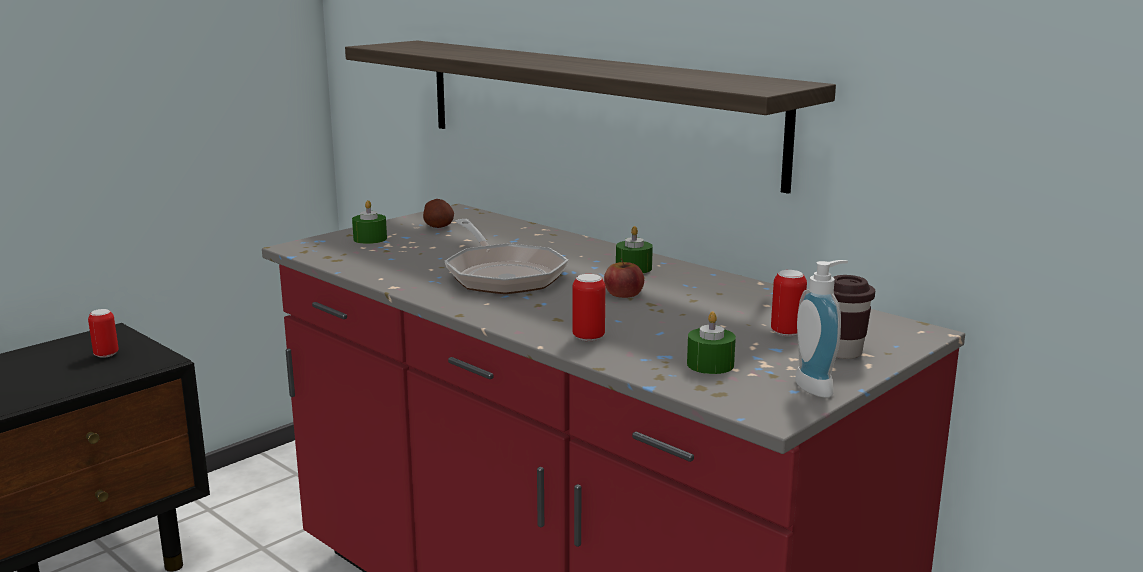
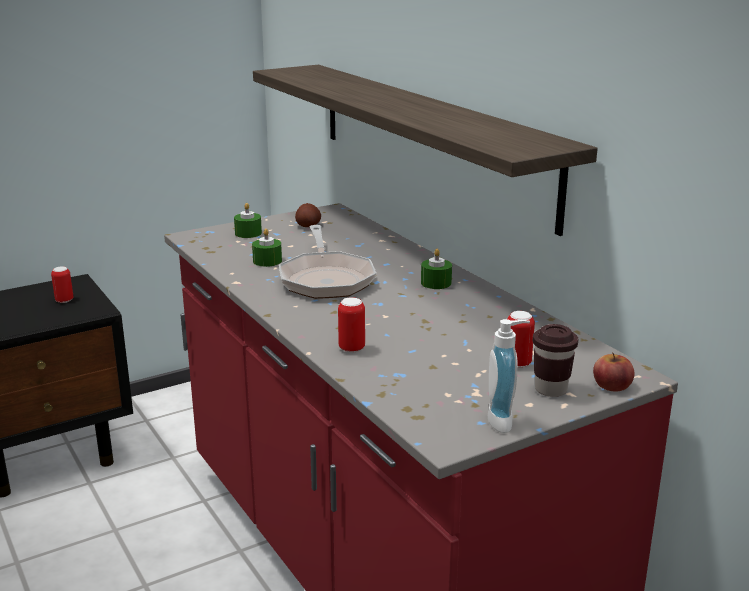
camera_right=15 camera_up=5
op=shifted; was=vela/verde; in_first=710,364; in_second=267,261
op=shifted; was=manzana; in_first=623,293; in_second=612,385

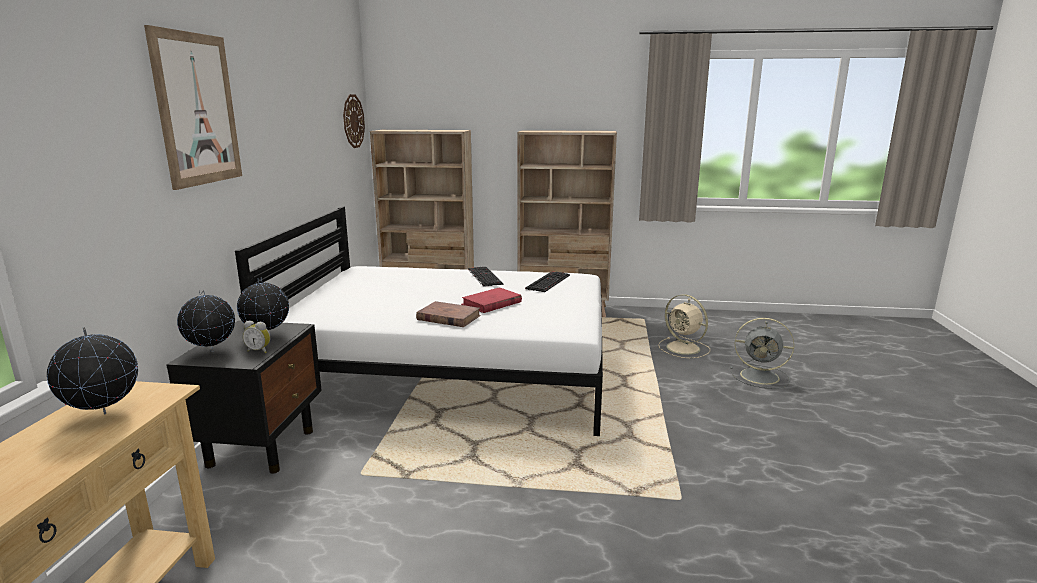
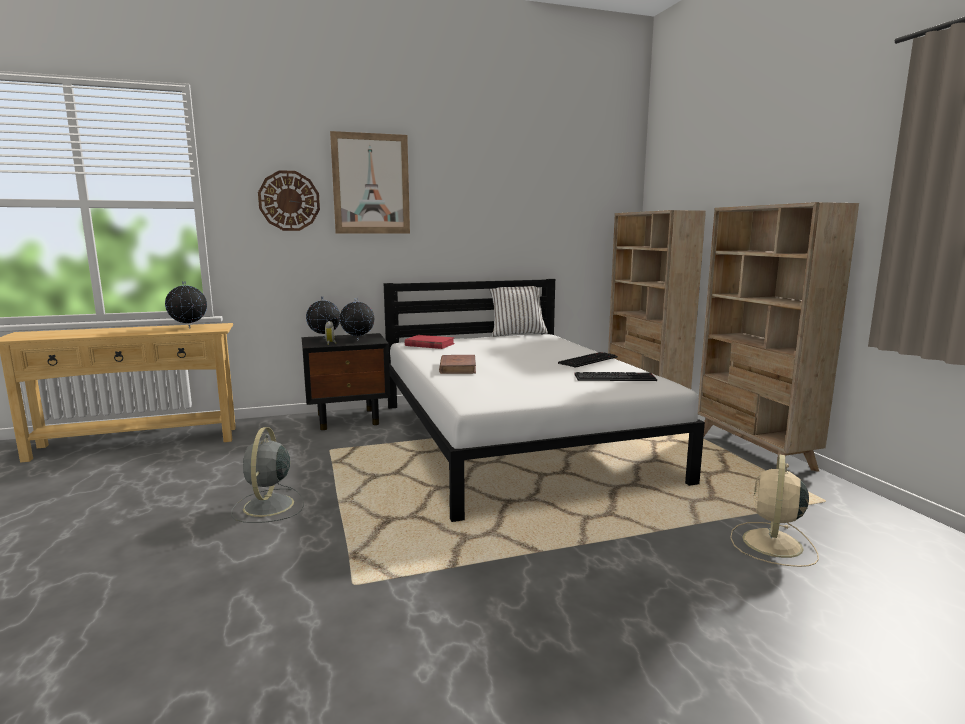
camera_right=65 camera_up=-5
op=shifted; was=ventilador/gris; in_first=761,376; in_second=268,507
op=shifted; was=reloj de pared; in_first=353,121; in_second=289,201
op=shifted; was=libro/rojo; in_first=491,303; in_second=429,345
op=new; now=cojín/blanco; in_second=517,334

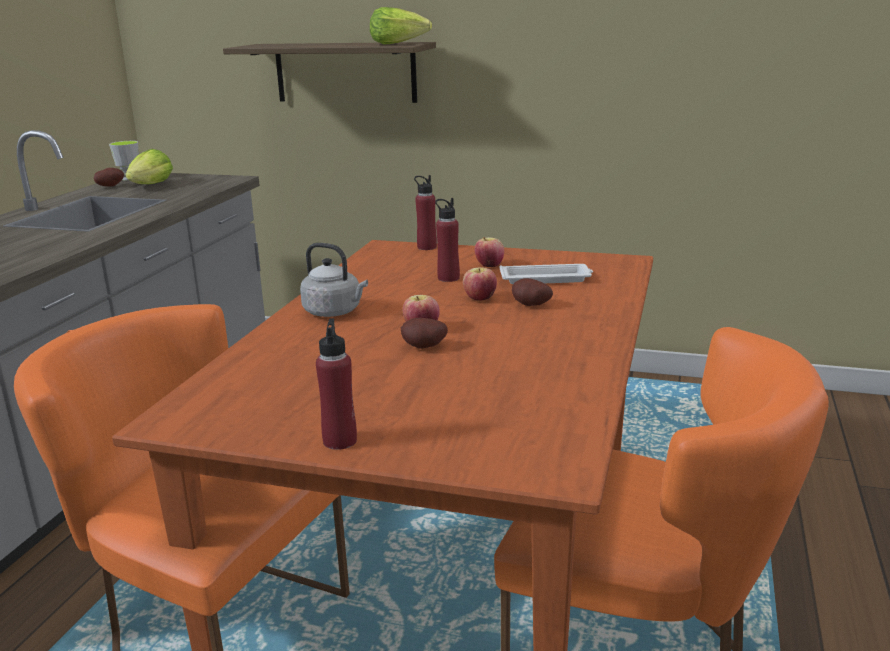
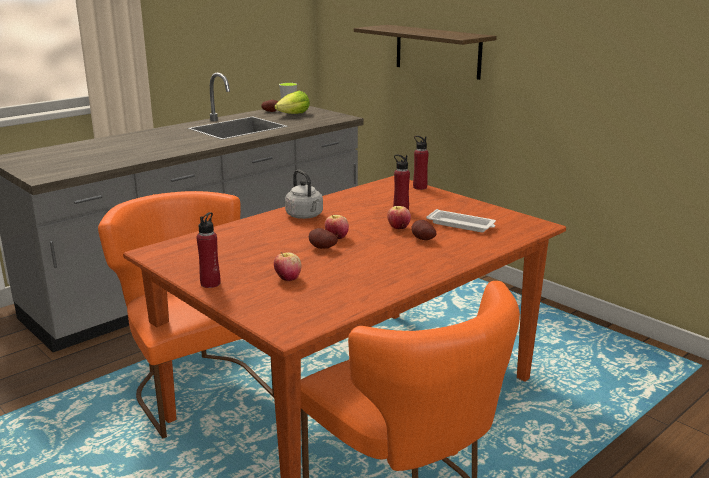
camera_right=30 camera_up=0
op=shifted; was=manzana; in_first=489,266; in_second=288,278
op=gone; was=lechuga; in_first=399,44

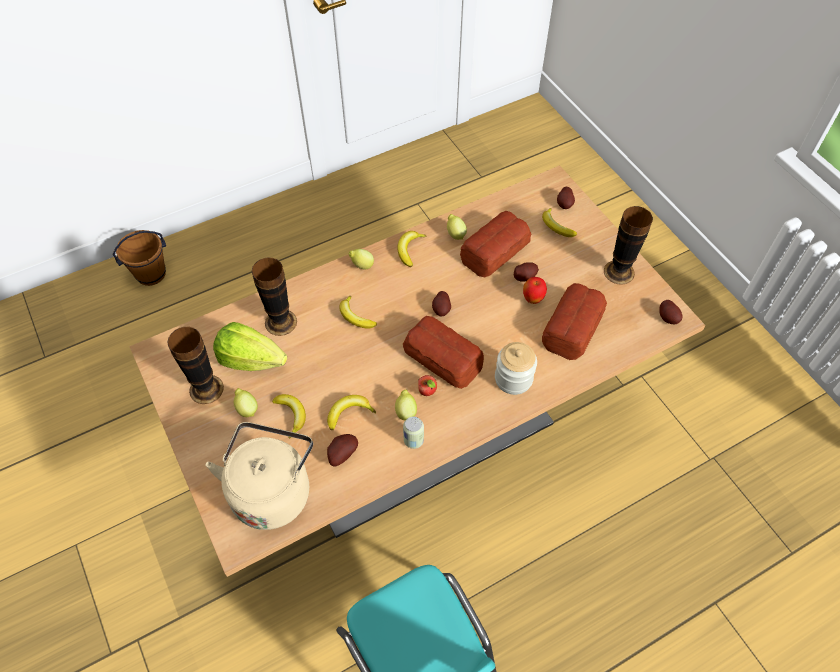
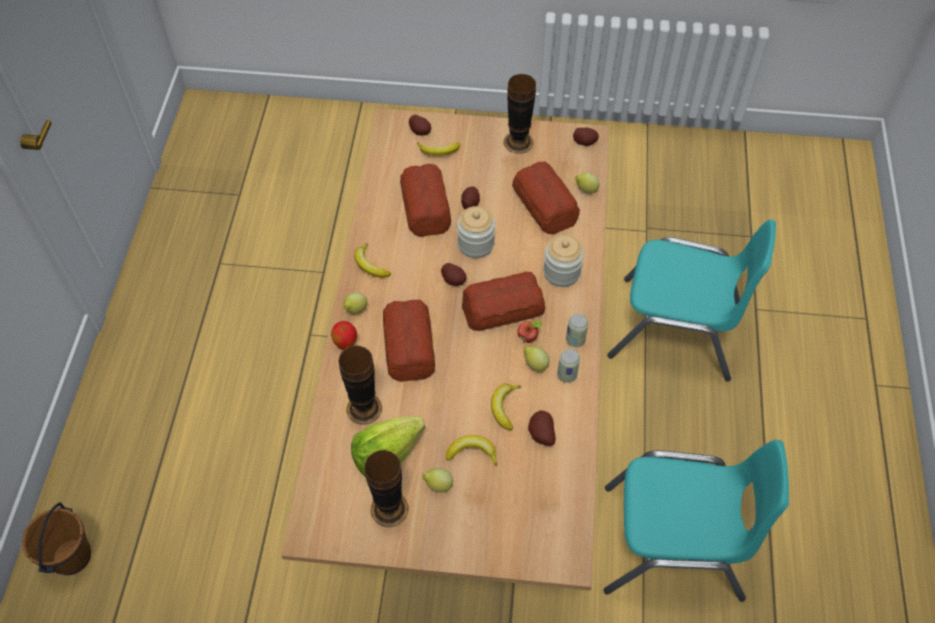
camera_right=-55 camera_up=0
op=shifted; was=manzana; in_first=532,299; in_second=346,344
op=swapped; was=plátano; now=pan; in_first=355,317; in_second=408,346
op=new; now=tarro; in_second=475,244
op=new; now=lata; in_second=575,340
op=shifted; was=limón; in_first=455,234; in_second=585,190
op=new; now=silla/turquesa; in_second=676,330
op=gone; was=hervidor/beis; in_first=272,490

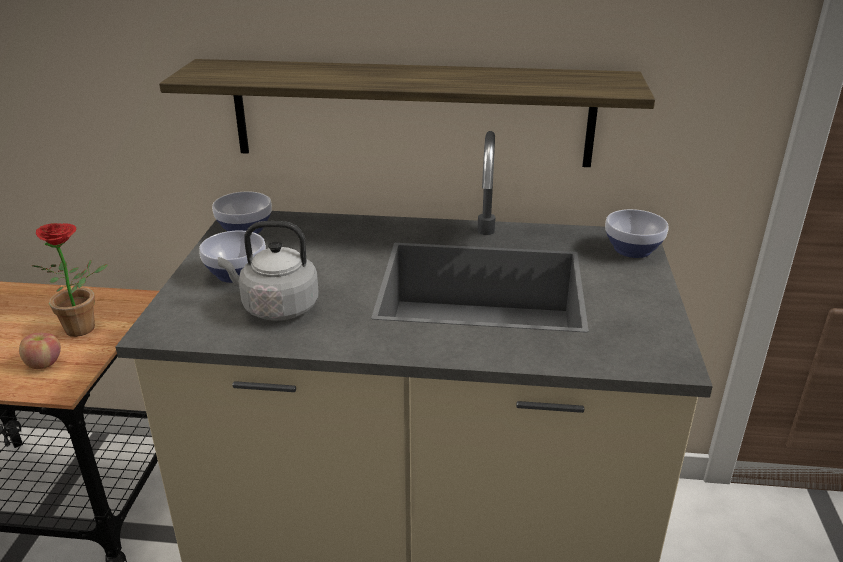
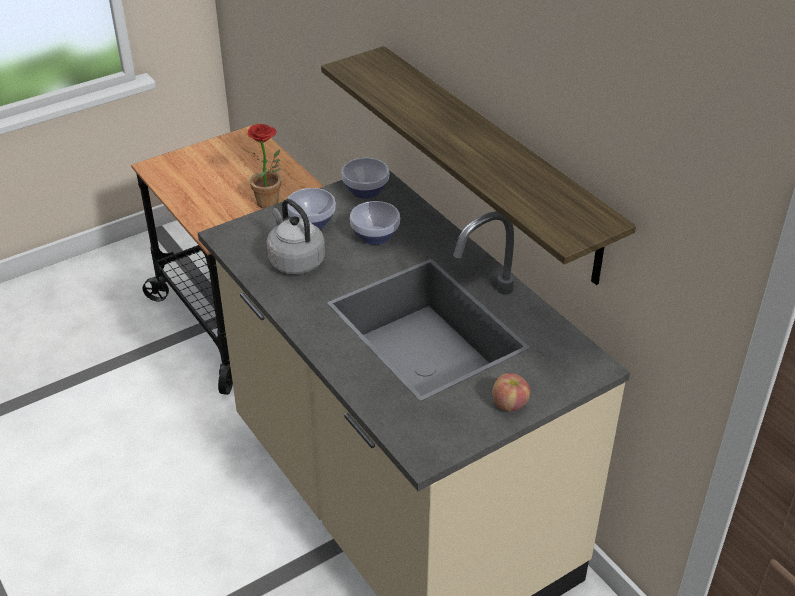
camera_right=50 camera_up=10
op=shifted; was=cuenco; in_first=633,249; in_second=376,236
op=shifted; was=manzana; in_first=44,364; in_second=509,404

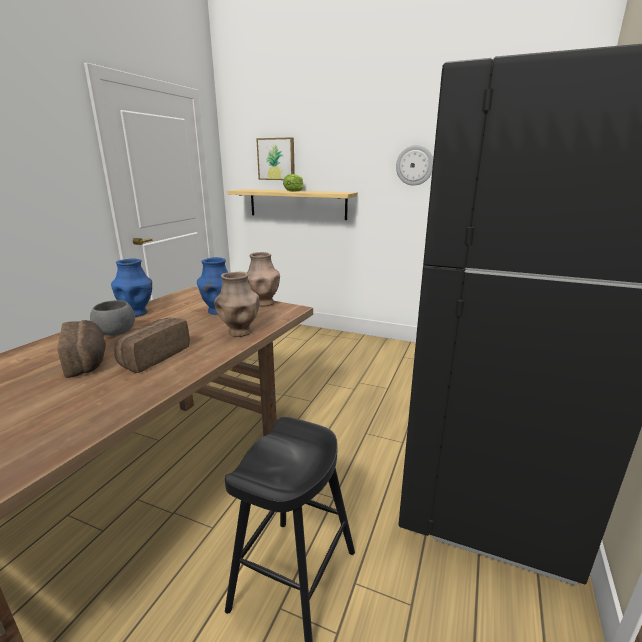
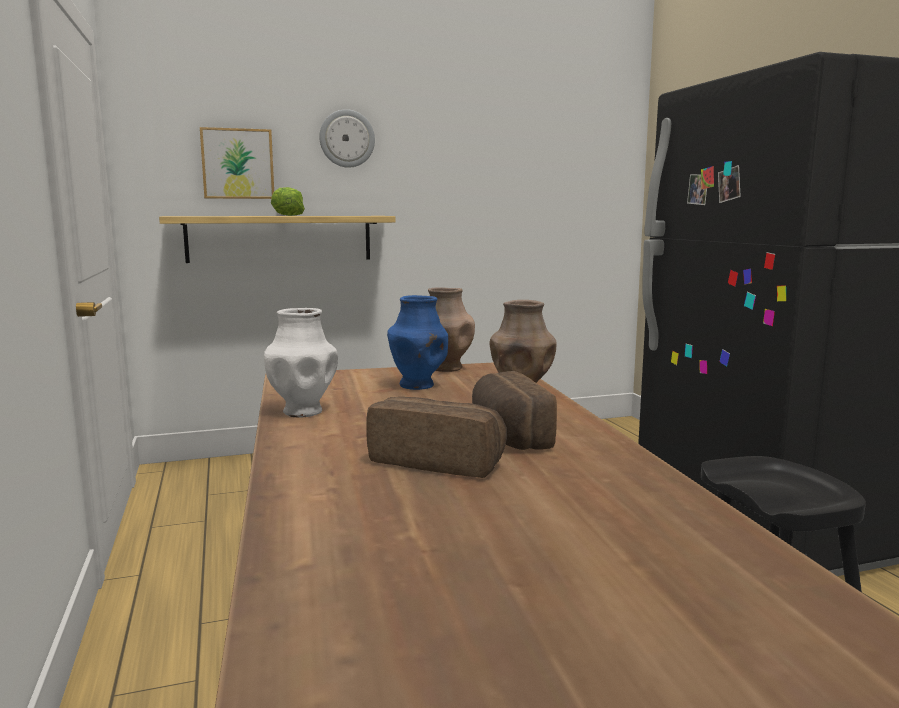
camera_right=-40 camera_up=-10
op=repainted; was=florero/azul; now=florero/blanco; in_first=137,313; in_second=303,411
op=shifted; was=reloj de pared; in_first=414,165; in_second=347,138
op=gone; was=cuenco/gris; in_first=115,333

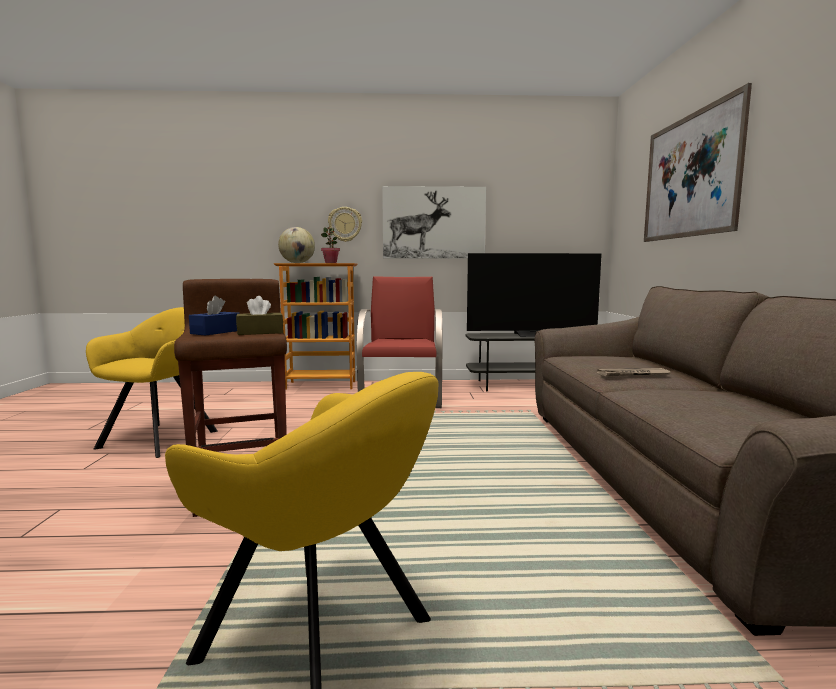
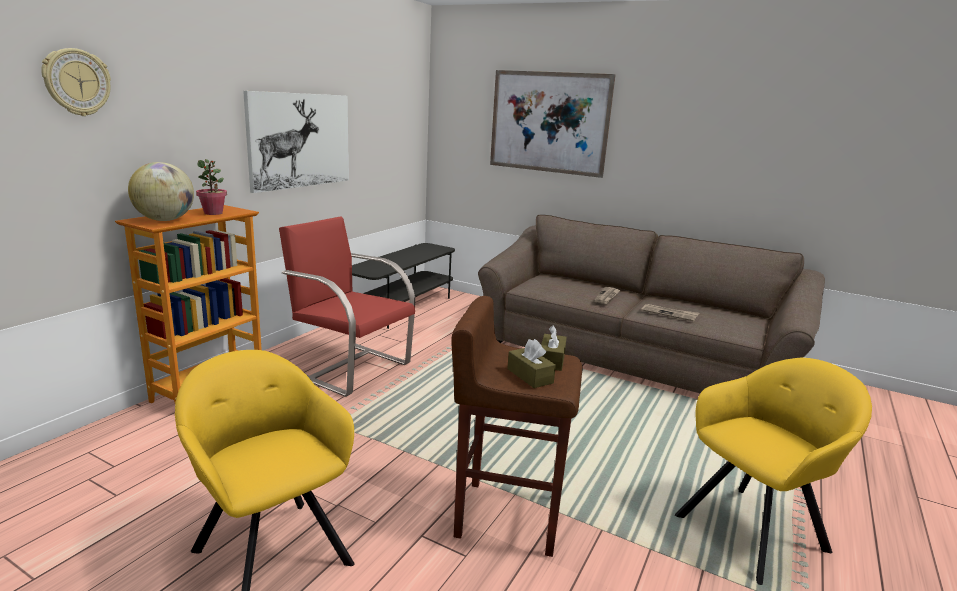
camera_right=-60 camera_up=10
op=shifted; was=reloj de pared; in_first=345,224; in_second=77,82
op=repainted; was=caja de pañuelos/azul; now=caja de pañuelos/marrón; in_first=215,332; in_second=530,376
op=new; now=periódico; in_second=669,314
op=gone; was=televisor; in_first=530,335

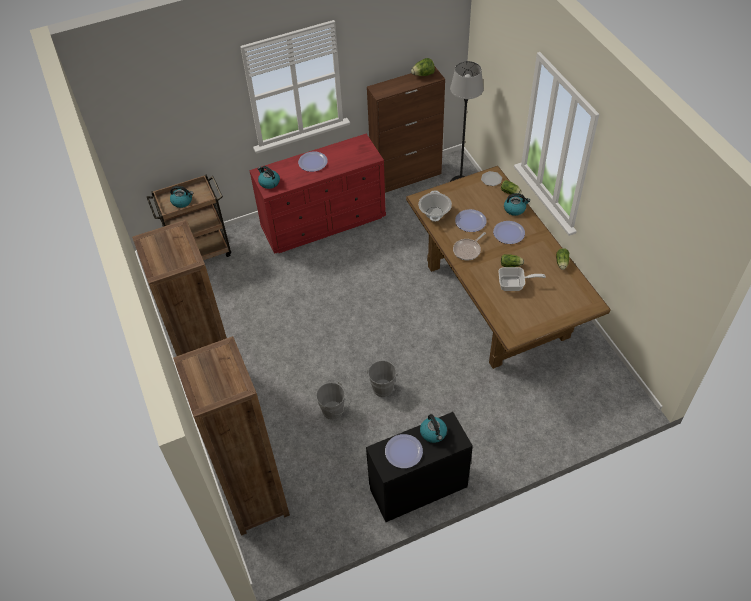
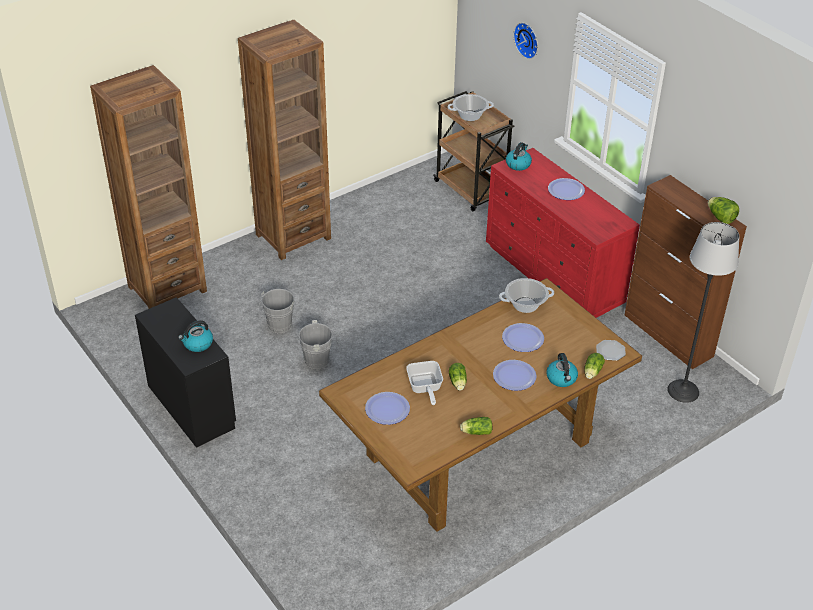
camera_right=75 camera_up=-10
op=shifted; was=plato; in_first=404,451; in_second=387,409
op=swapped; was=hervidor; now=olla; in_first=182,201; in_second=470,116
op=new; now=reloj de pared; in_second=528,39
op=gone; was=sartén; in_first=468,250

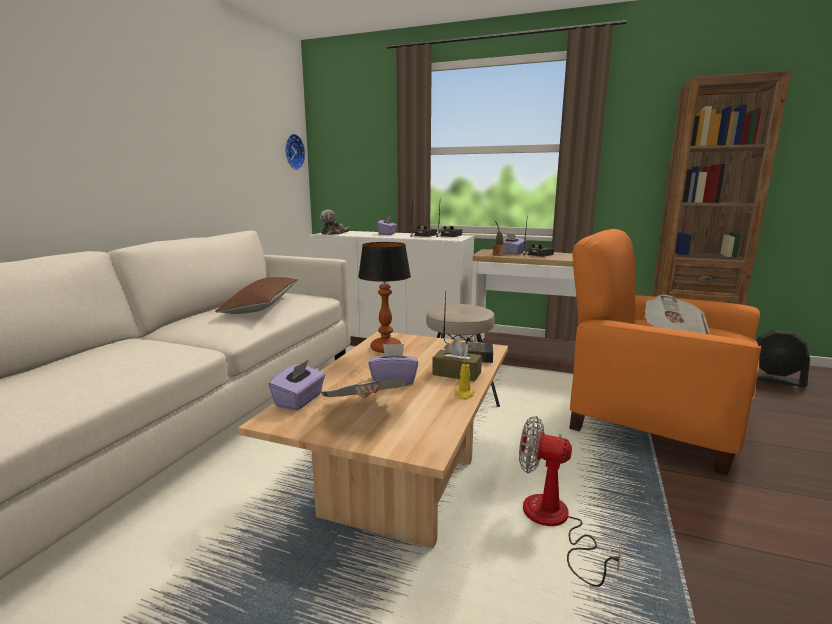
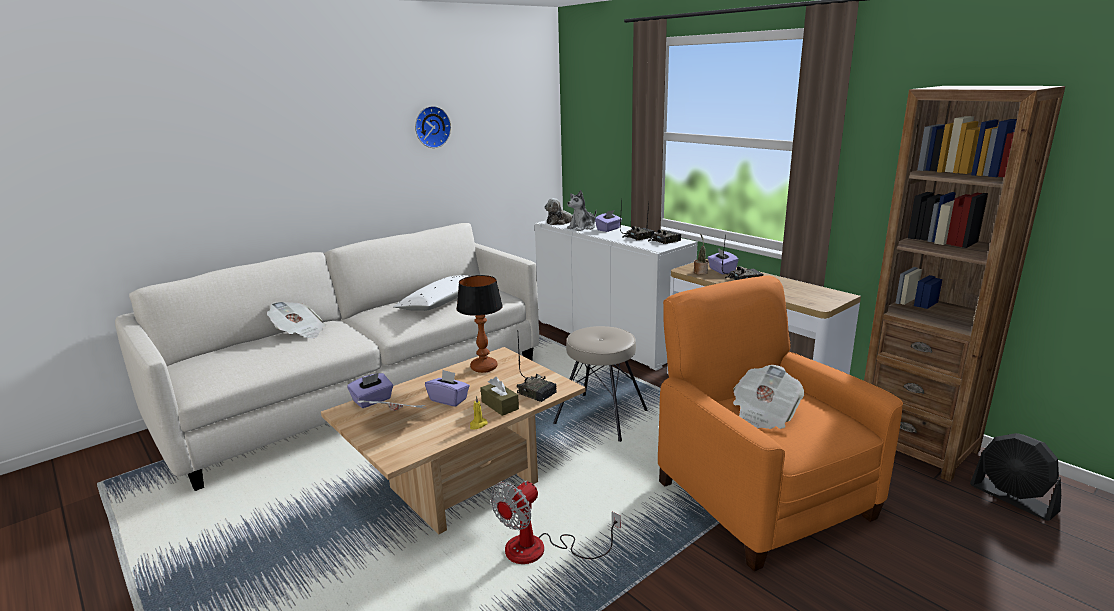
camera_right=30 camera_up=5
op=new; now=periódico; in_second=299,333
op=repainted; was=cojín/marrón; now=cojín/blanco; in_first=261,306; in_second=441,302
op=shifted; was=reloj de pared; in_first=293,152; in_second=431,127
op=rotated; was=ventilador; in_first=554,523; in_second=540,550; clockwise=-105
op=new; now=peluche; in_second=582,227

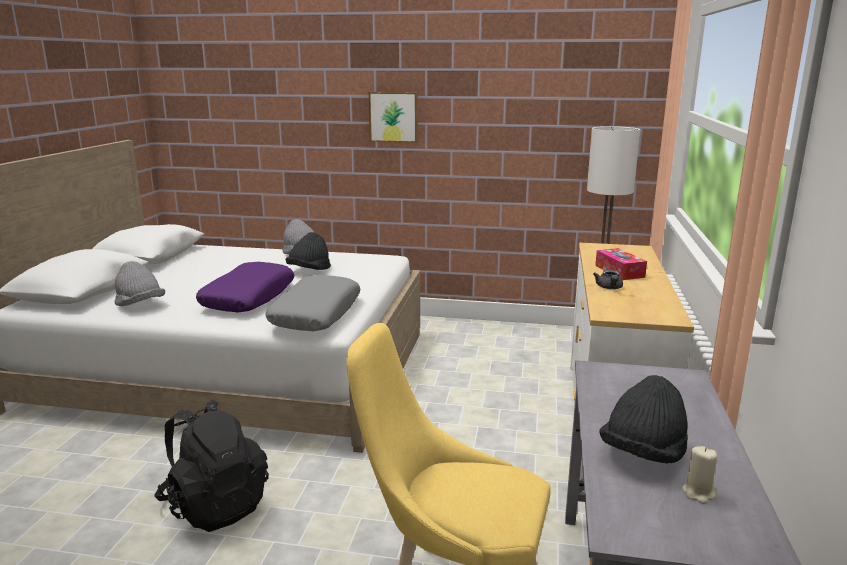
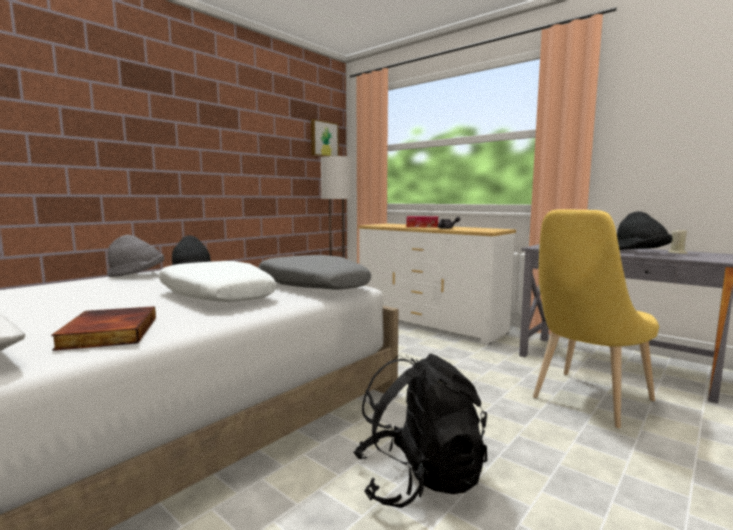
camera_right=-60 camera_up=-10
op=swapped; was=sombrero/gris; now=libro; in_first=140,305; in_second=108,332
op=repainted; was=cojín/morado; now=cojín/blanco; in_first=248,298; in_second=215,296
op=shifted; was=cuadro; in_first=394,117; in_second=323,139

